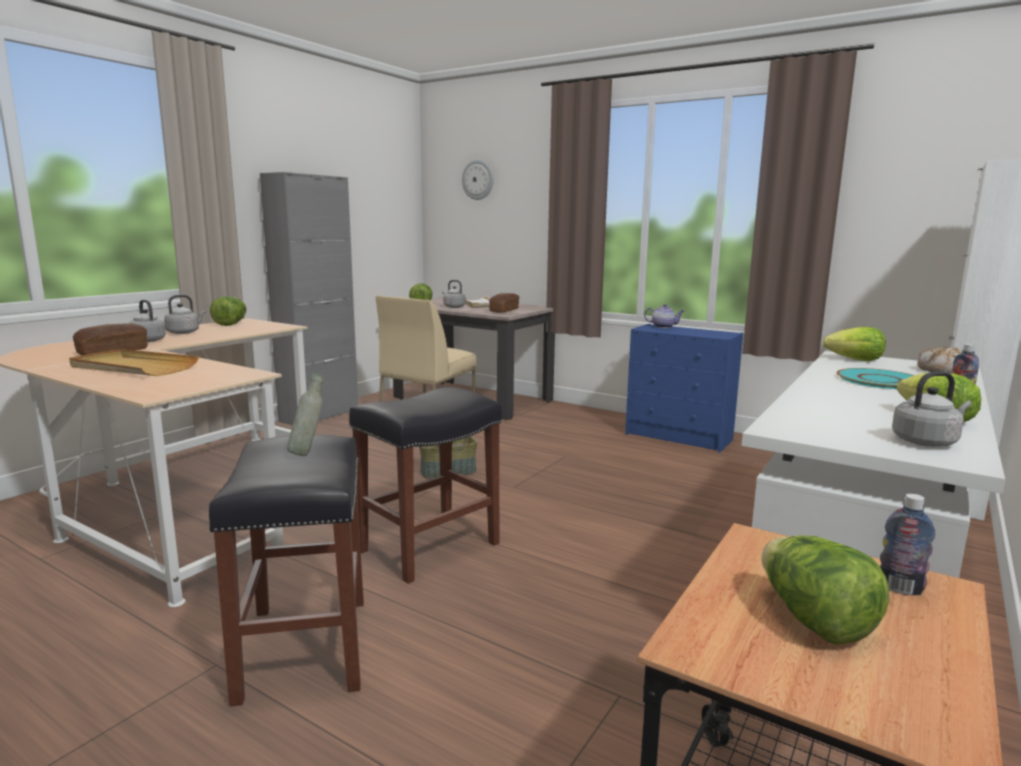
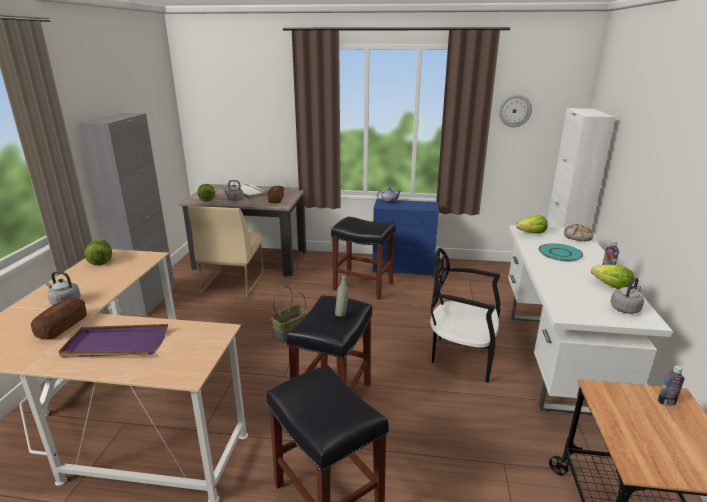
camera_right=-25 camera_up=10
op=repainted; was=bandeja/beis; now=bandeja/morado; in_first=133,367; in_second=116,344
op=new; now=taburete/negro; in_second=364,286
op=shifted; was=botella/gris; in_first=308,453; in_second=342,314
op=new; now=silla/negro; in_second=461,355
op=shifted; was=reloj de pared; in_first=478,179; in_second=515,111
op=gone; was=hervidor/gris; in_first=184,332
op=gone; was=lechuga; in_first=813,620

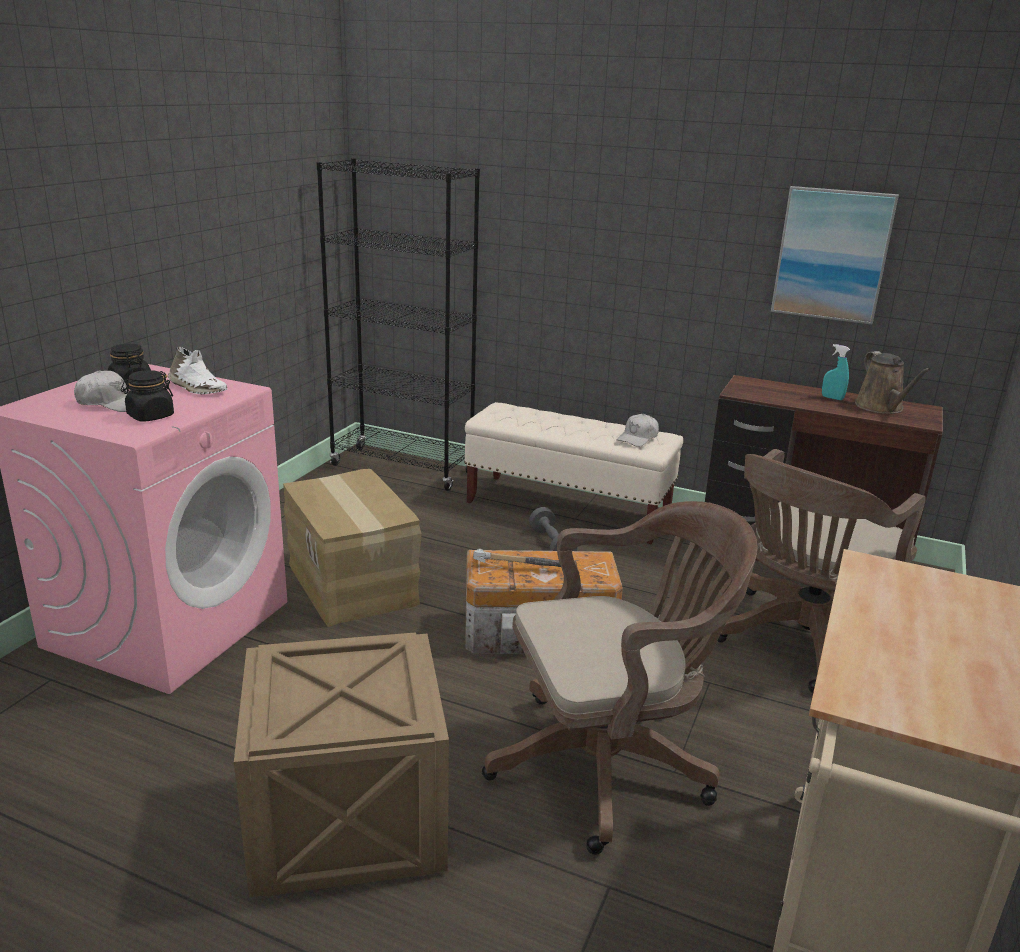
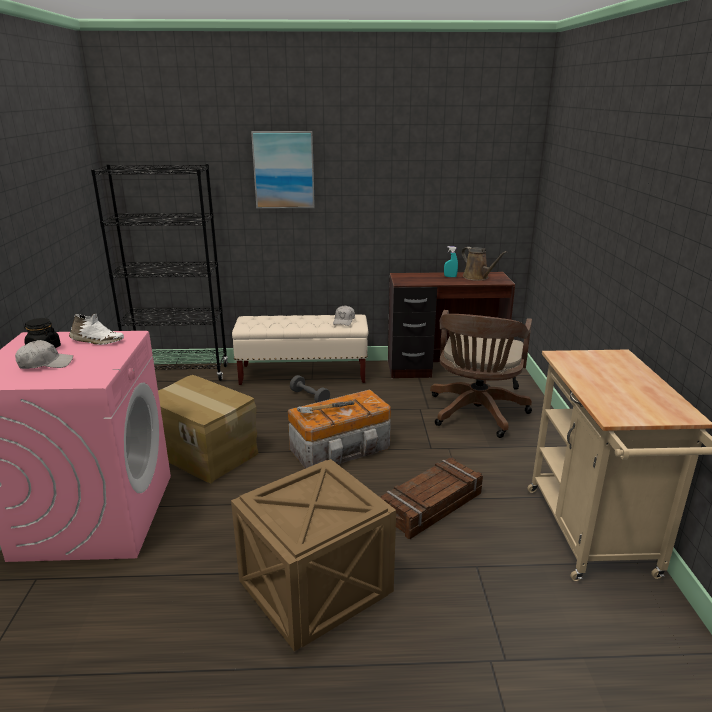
camera_right=-25 camera_up=0
op=shifted; was=cuadro; in_first=832,255; in_second=284,170
op=swapped; was=silla de oficina/marrón; now=caja de embalaje; in_first=610,764; in_second=431,506
op=gone; was=tarro/negro; in_first=150,416

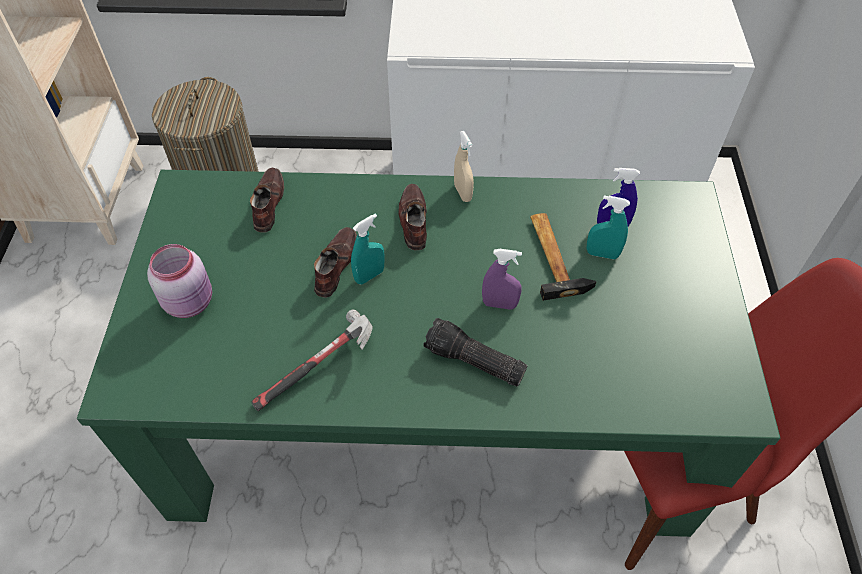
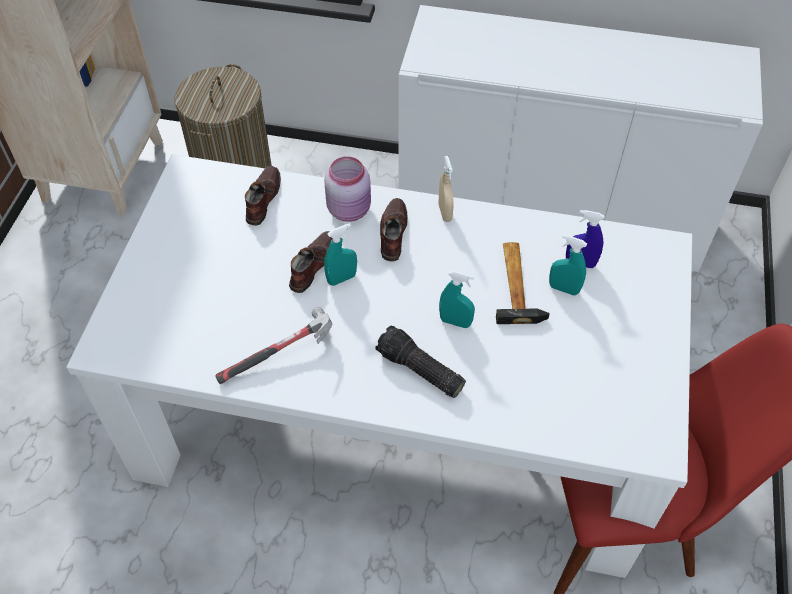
camera_right=10 camera_up=0
op=repainted; was=mesa de comedor/verde; now=mesa de comedor/blanco; in_first=430,411; in_second=395,419
op=shifted; was=tarro/rosa; in_first=190,301; in_second=350,209
op=repainted; was=pulverizador/morado; now=pulverizador/turquesa; in_first=499,304; in_second=455,322

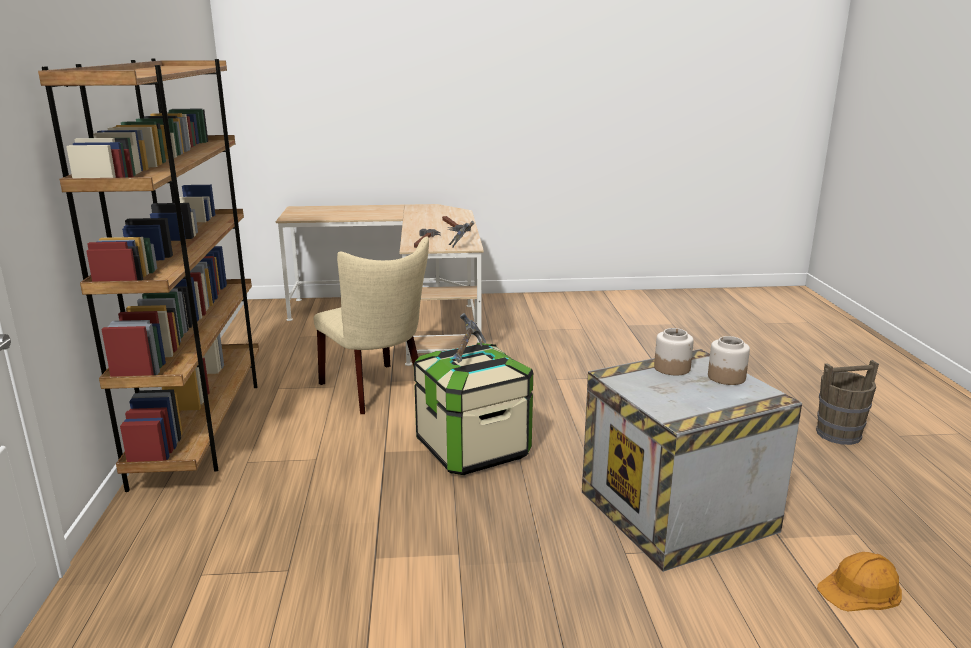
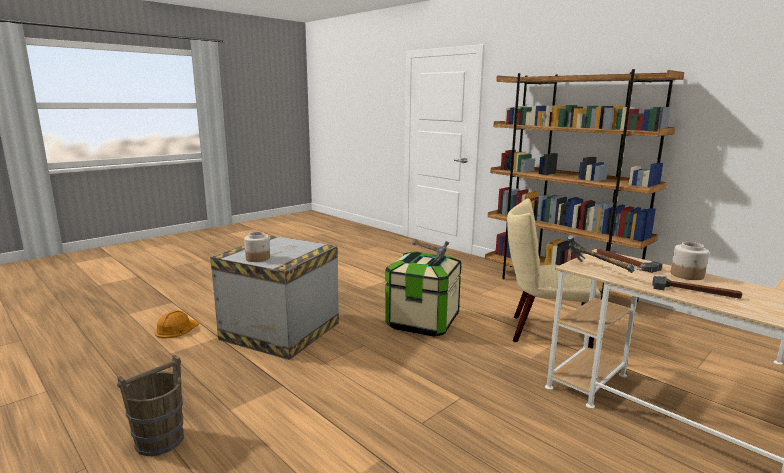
camera_right=140 camera_up=-5
op=shifted; was=tarro; in_first=672,368; in_second=687,275

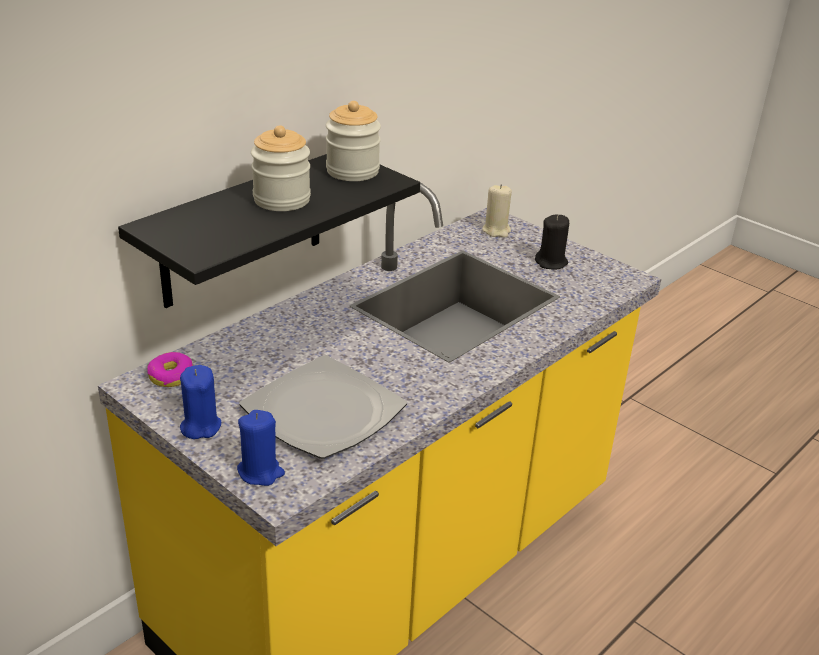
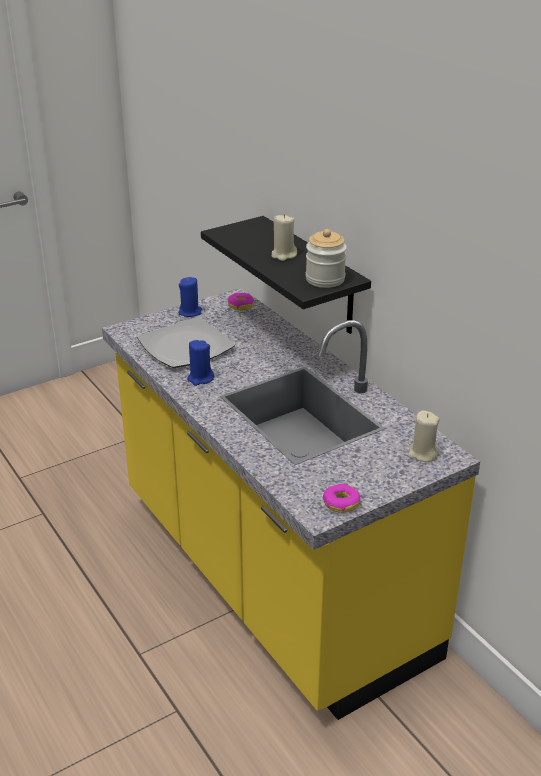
camera_right=105 camera_up=0
op=shifted; was=vela/azul; in_first=260,472; in_second=200,378
op=swapped; was=tarro; now=vela/beis; in_first=282,200; in_second=283,255
op=new; now=rosquilla; in_second=341,503
op=gone; was=vela/negro; in_first=551,263

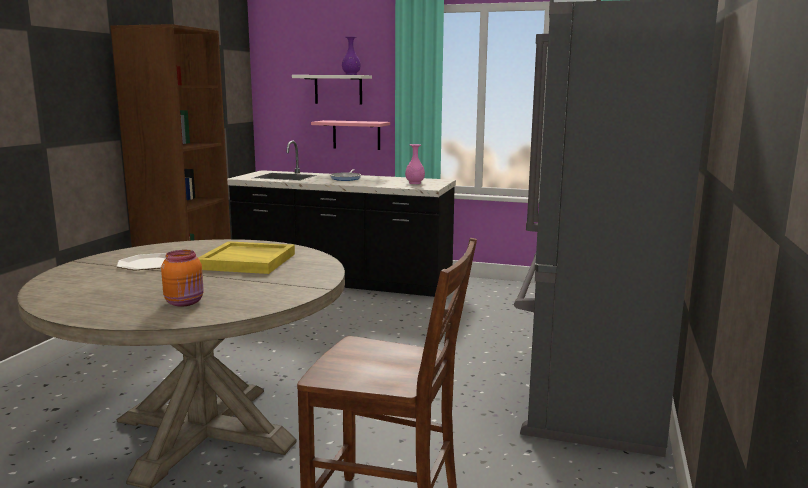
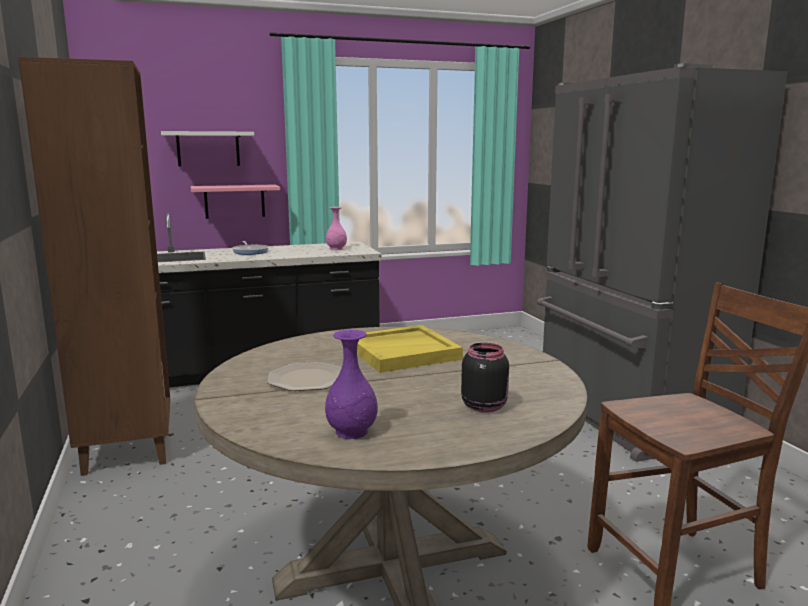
camera_right=-35 camera_up=0
op=shifted; was=florero/morado; in_first=351,74; in_second=351,432
op=repainted; was=tarro/naranja; now=tarro/negro; in_first=185,302; in_second=485,406

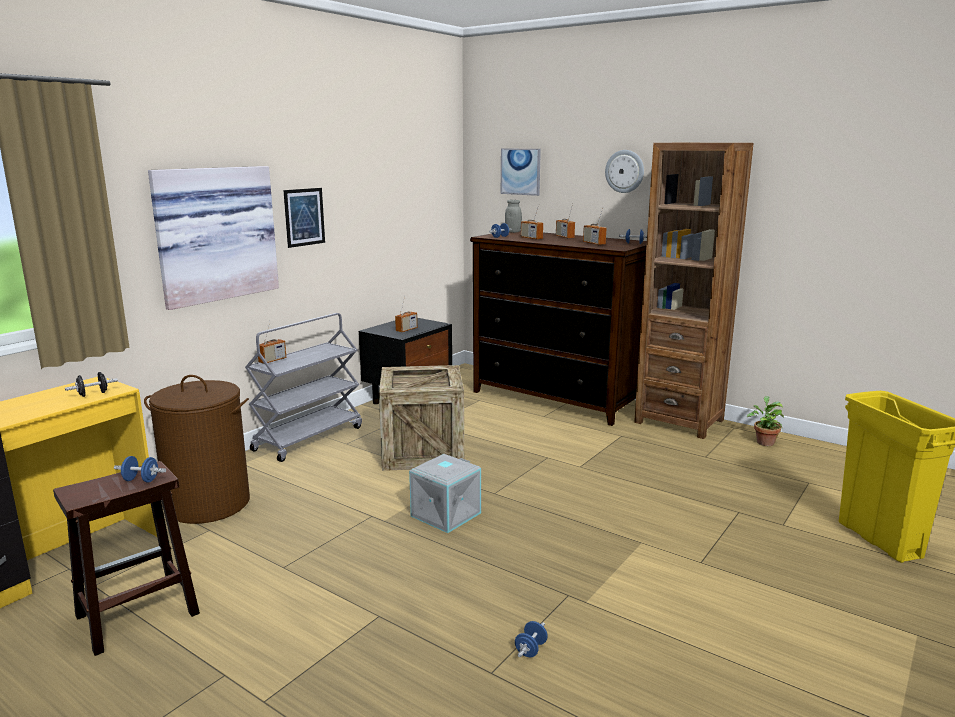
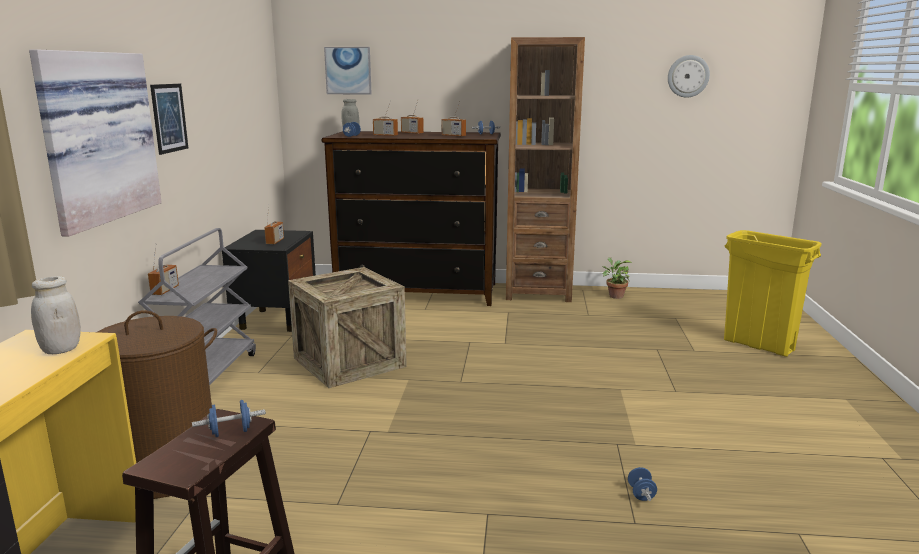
camera_right=-30 camera_up=0
op=swapped; was=mancuerna/negro; now=tarro/blanco; in_first=93,394; in_second=61,349
op=shifted; was=reloj de pared; in_first=625,171; in_second=688,76
op=gone; was=caja de almacenaje/gris; in_first=445,514

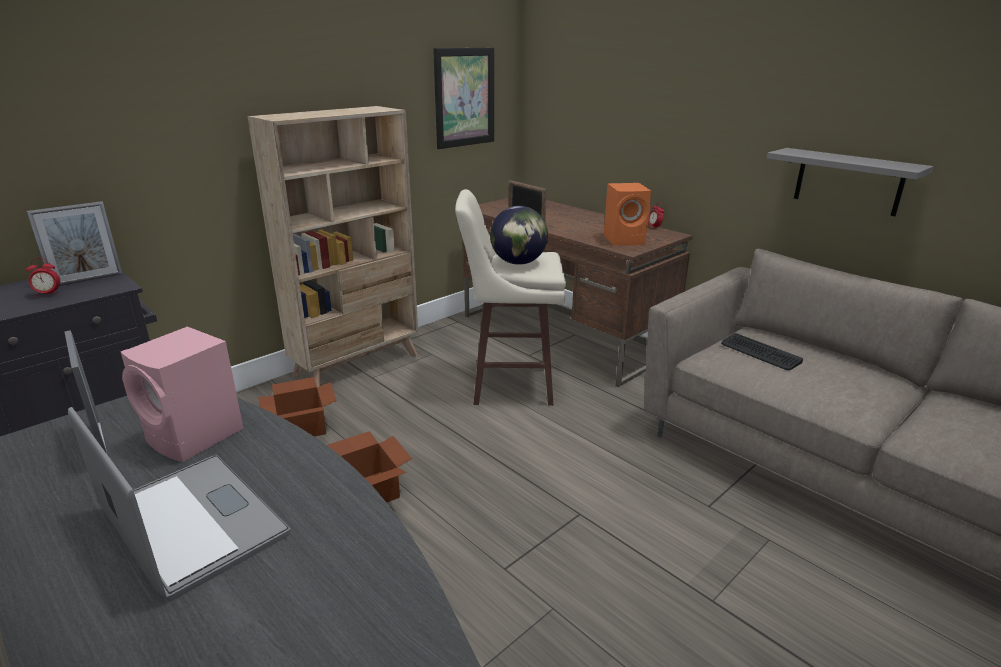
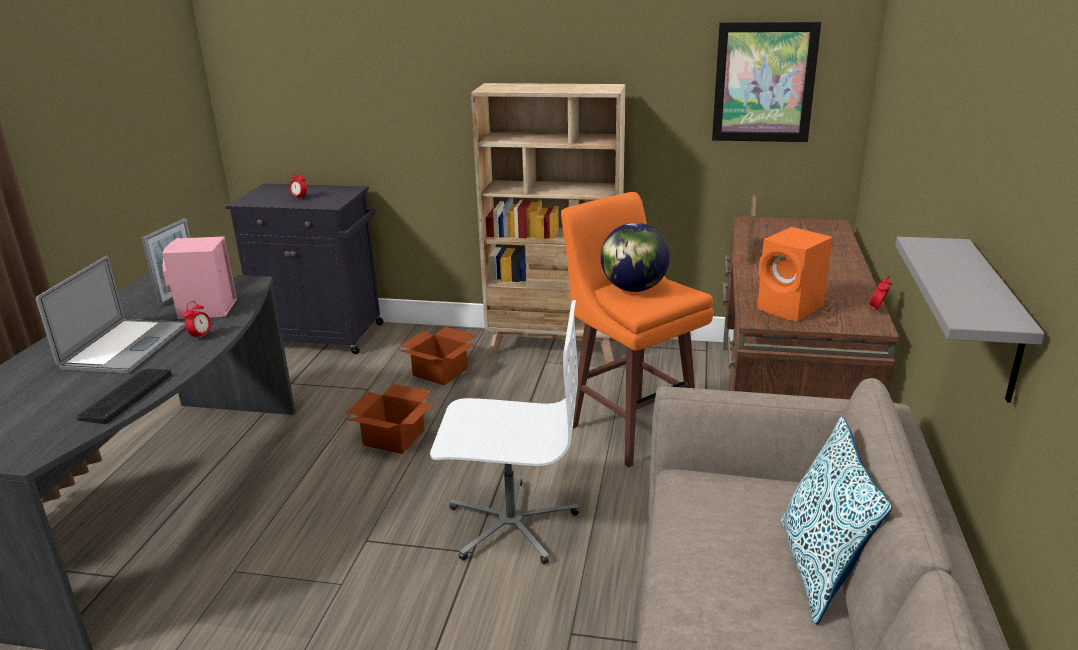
camera_right=55 camera_up=0
op=shifted; was=teclado; in_first=760,352; in_second=125,396
op=new; now=despertador; in_second=201,336
op=new; now=silla de oficina/blanco; in_second=510,523
op=repainted; was=taburete/beis; now=taburete/naranja; in_first=509,385; in_second=631,428
op=new; now=cojín; in_second=819,569
op=gone; was=portarretratos; in_first=87,280

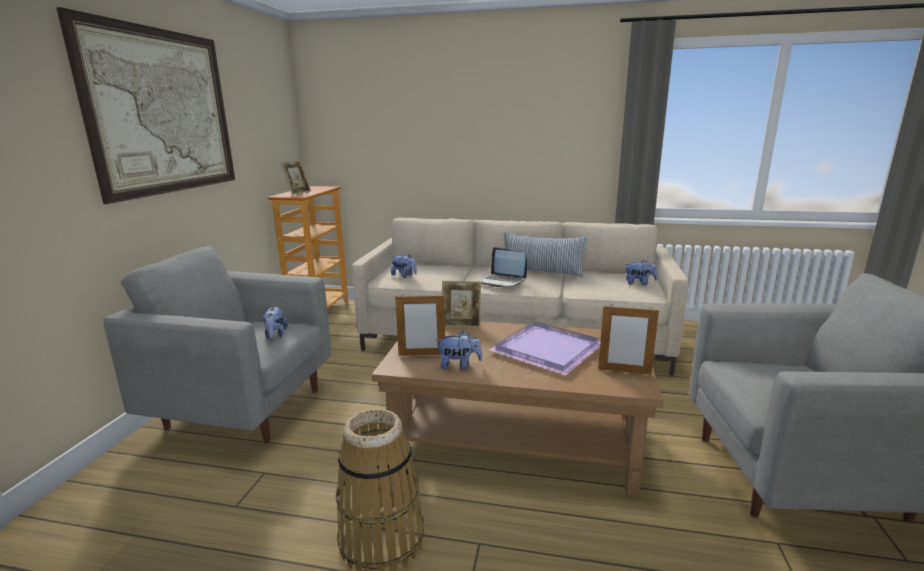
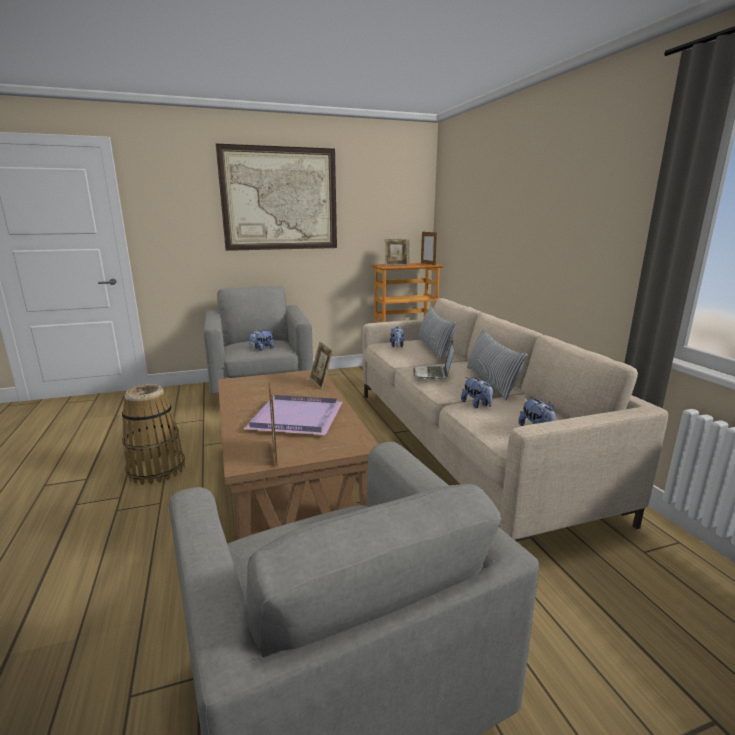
camera_right=60 camera_up=0
op=new; now=cojín; in_second=434,348
op=shifted; was=portarretratos; in_first=422,355; in_second=428,264
op=shifted; was=peluche; in_first=459,365; in_second=476,405

